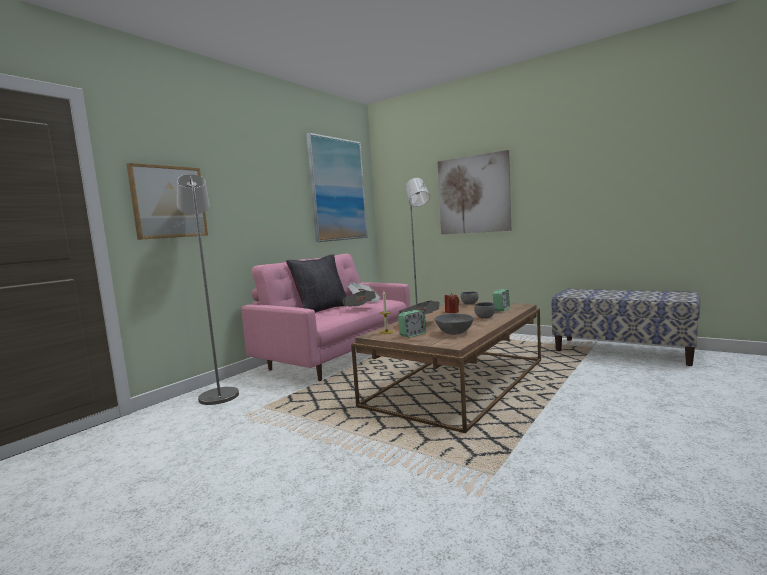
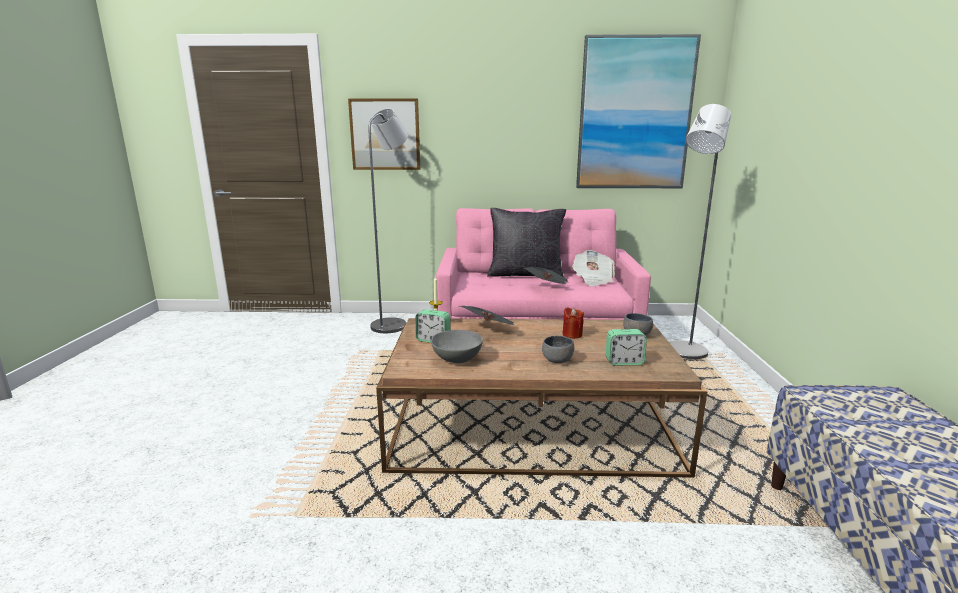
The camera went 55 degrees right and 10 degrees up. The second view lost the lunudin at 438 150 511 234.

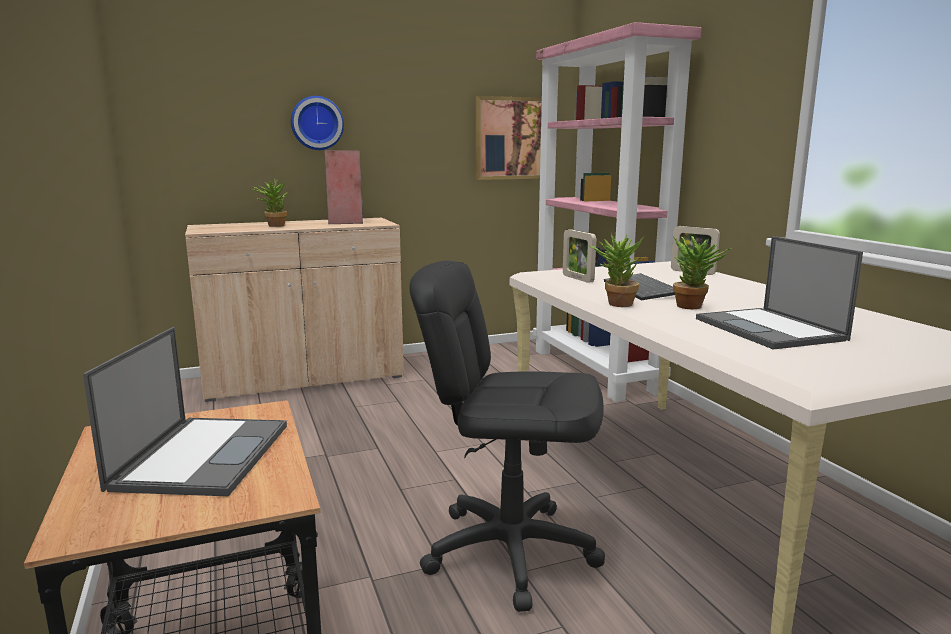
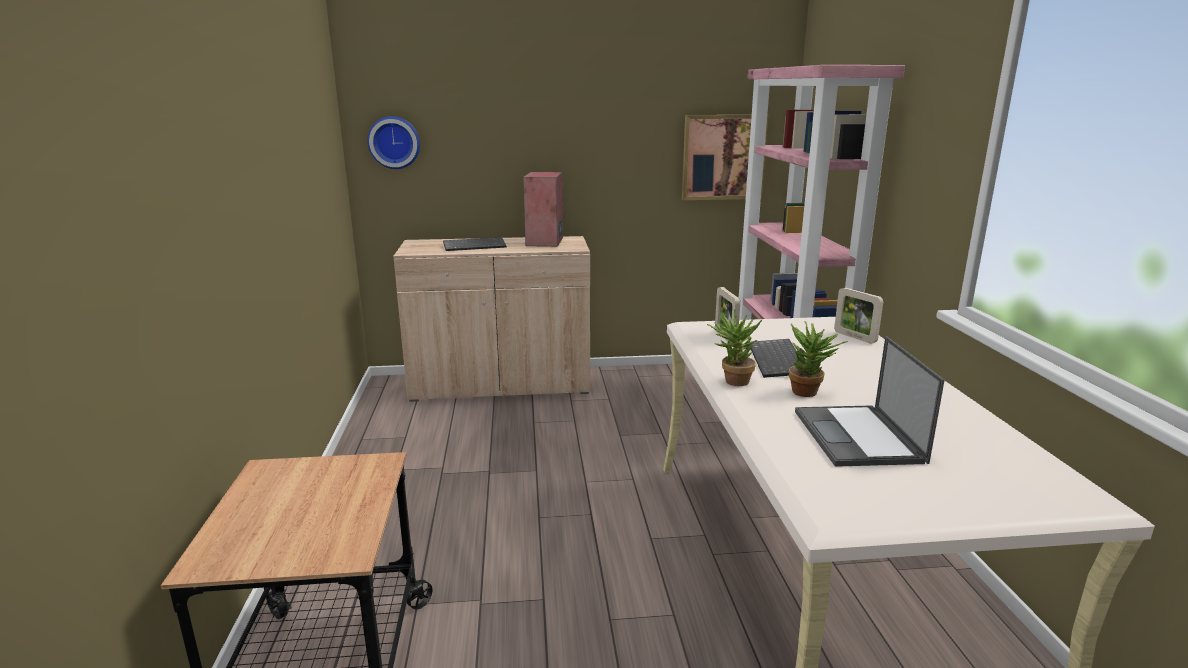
The camera went 15 degrees right and 5 degrees up. The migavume ended up elsewhere, having gone from 291 96 344 150 to 367 116 420 169. Where the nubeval stood at 253 179 287 227, the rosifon came to stand at 443 237 507 251. The second view lost the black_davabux at 409 261 605 612. The second view lost the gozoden at 83 327 287 496.

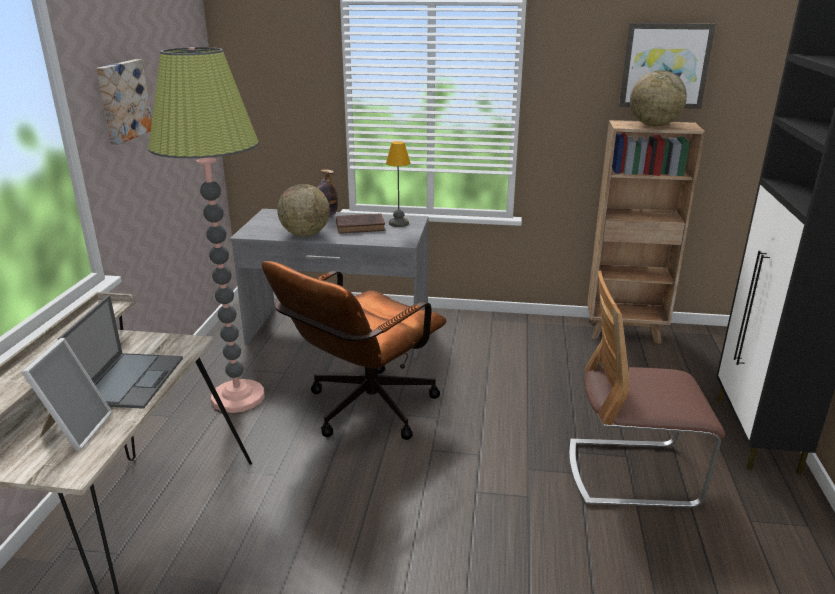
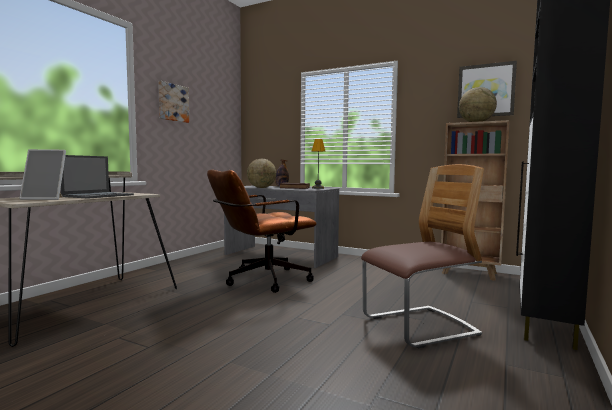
The camera went 20 degrees right and 20 degrees down. The second view lost the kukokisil at 148 47 265 413. The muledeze at 569 271 725 509 ended up facing another way, 135 degrees clockwise from before. The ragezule at 21 338 112 451 ended up facing another way, 60 degrees clockwise from before.

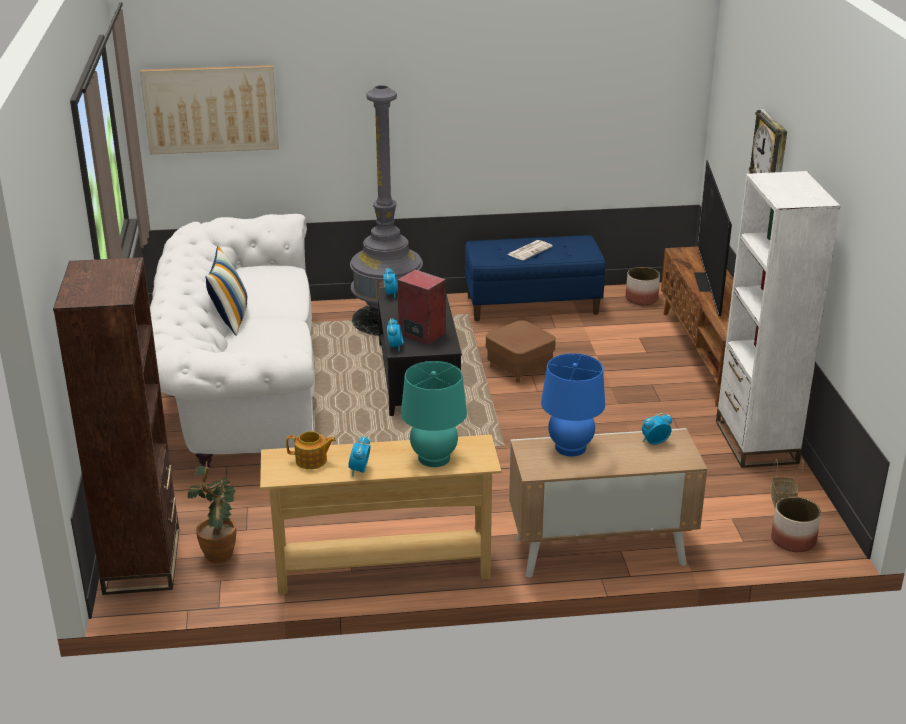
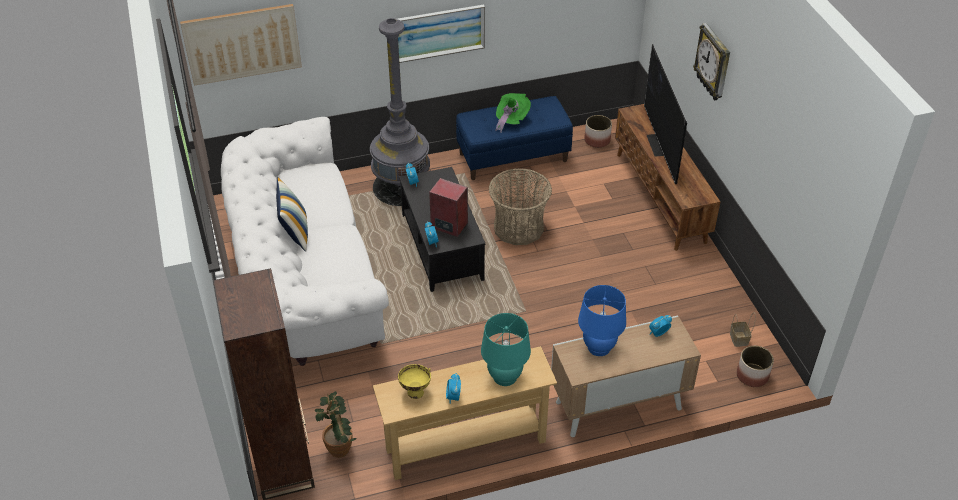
The camera went 10 degrees left and 15 degrees up. The second view lost the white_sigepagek at 716 171 841 468. Where the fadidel stood at 507 240 553 260, the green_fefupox came to stand at 495 93 531 133. Where the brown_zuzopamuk stood at 486 320 556 383, the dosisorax came to stand at 489 168 552 245. Where the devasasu stood at 286 431 336 469, the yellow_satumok came to stand at 398 364 431 399. The second view gained the lunudin at 398 4 485 63.

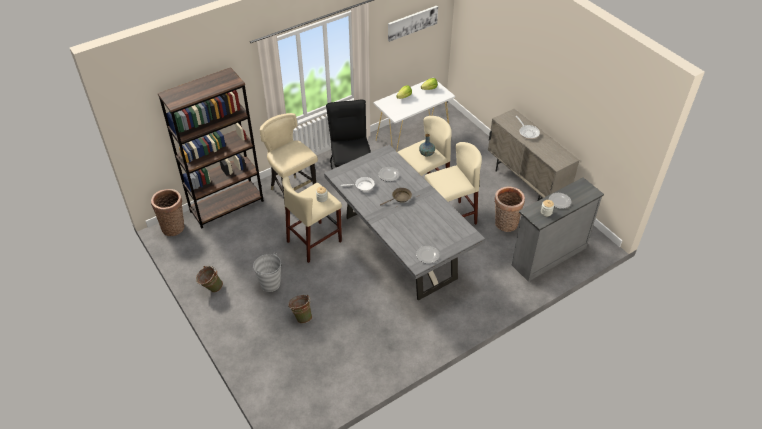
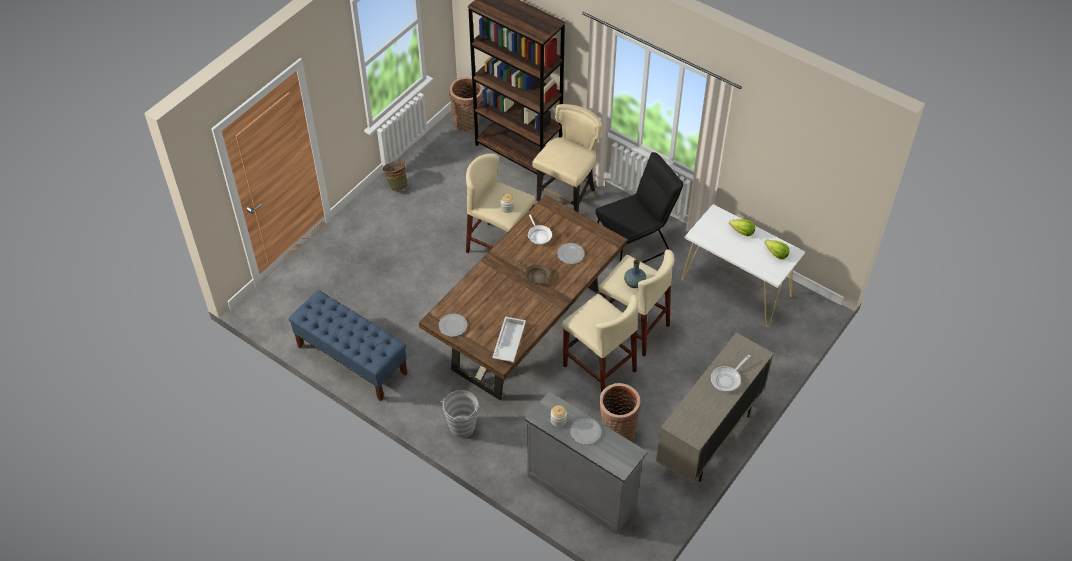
The camera went 70 degrees right and 5 degrees up. The second view lost the lunudin at 388 5 438 42. What was the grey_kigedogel at 324 145 485 301 turned into the brown_kigedogel at 419 194 628 400. The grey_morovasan ended up elsewhere, having gone from 253 253 281 292 to 441 390 480 438. The second view lost the green_morovasan at 288 294 312 324. The second view gained the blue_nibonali at 288 290 408 401. The second view gained the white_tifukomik at 492 316 526 362.

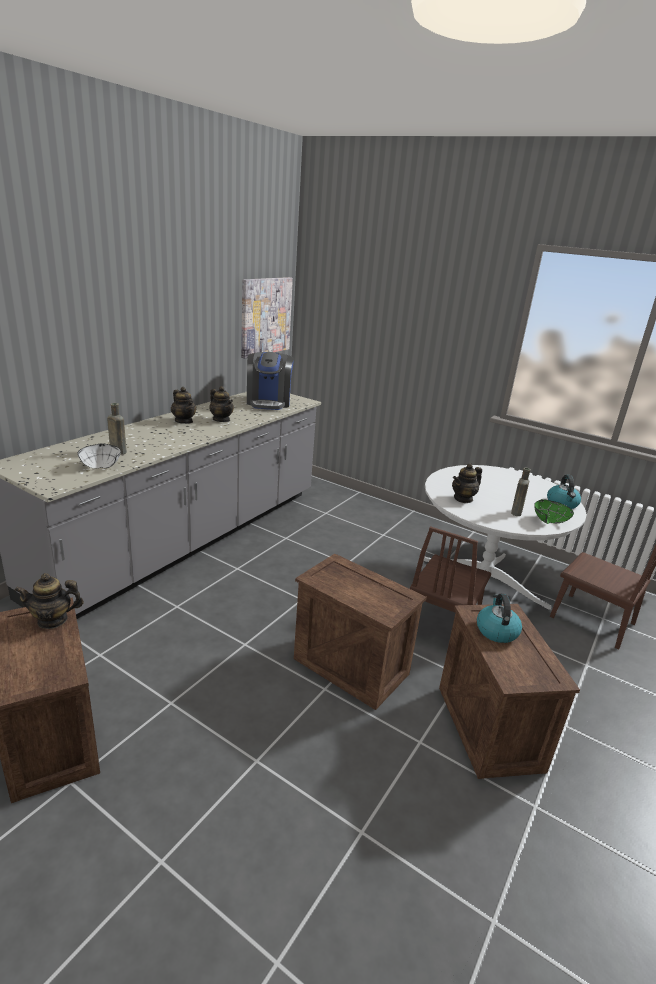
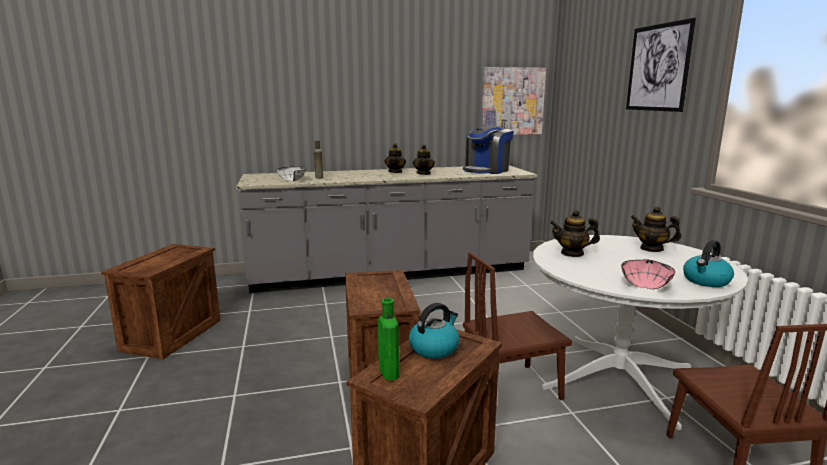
The camera went 45 degrees right and 10 degrees down. The second view lost the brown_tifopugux at 511 468 531 516. What was the green_satumok at 534 499 574 524 turned into the pink_satumok at 621 260 675 289. The devasasu ended up elsewhere, having gone from 14 573 84 629 to 631 206 681 252. The second view gained the lunudin at 626 18 696 112. The second view gained the green_tifopugux at 377 298 400 381.

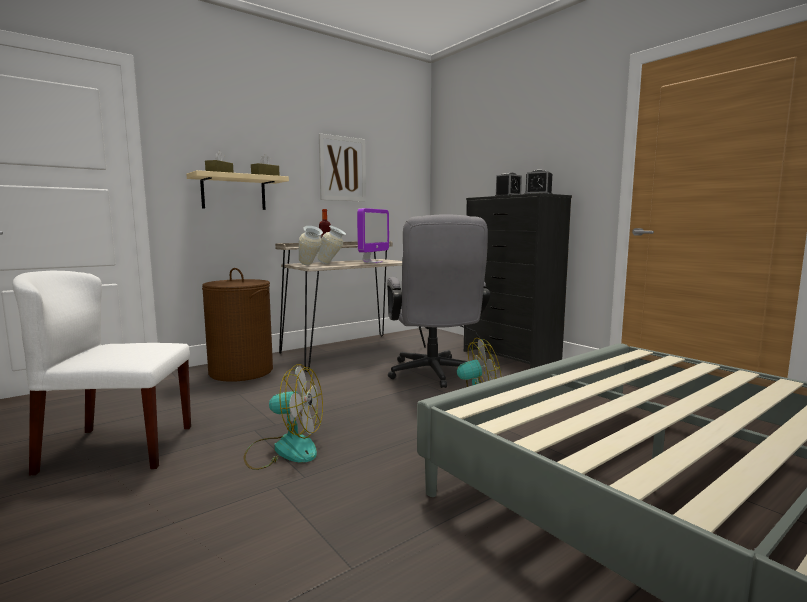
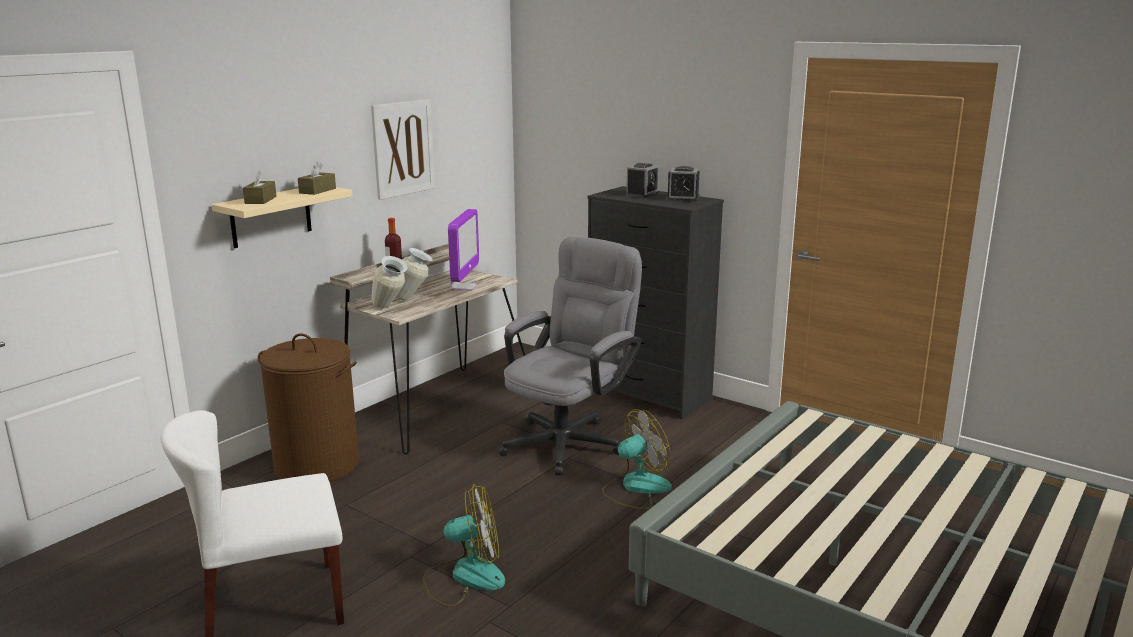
The camera went 15 degrees left and 10 degrees up. The grey_davabux at 387 215 490 388 ended up facing another way, 120 degrees counterclockwise from before.

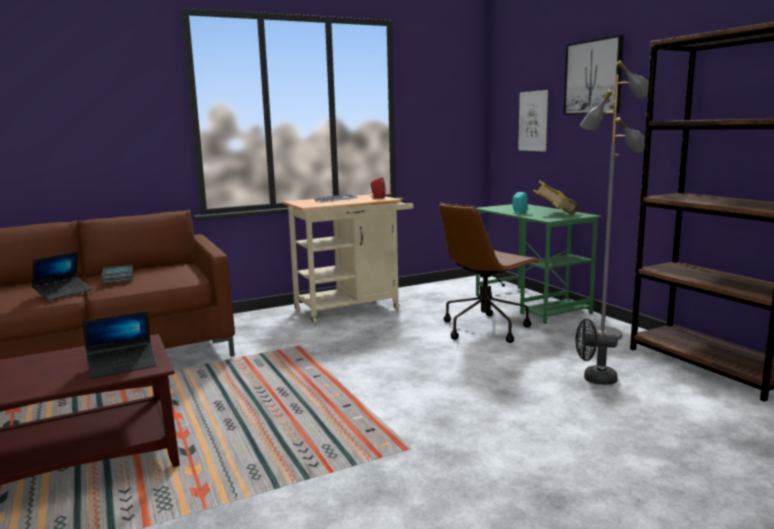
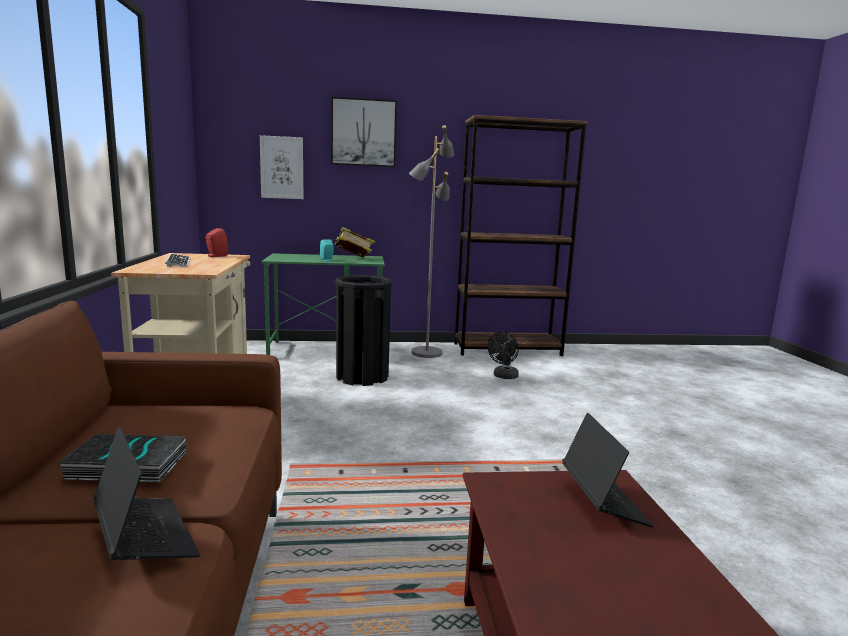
The camera went 70 degrees left and 0 degrees up. Where the brown_davabux stood at 439 203 540 343, the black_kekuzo came to stand at 335 275 392 386.

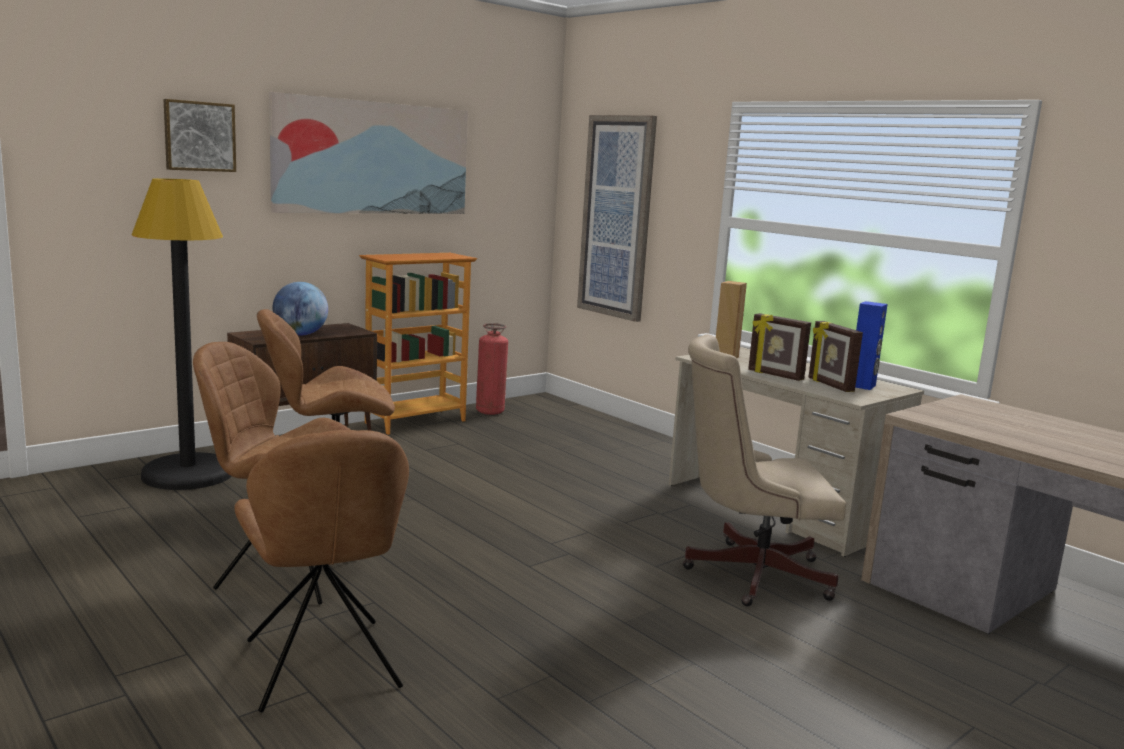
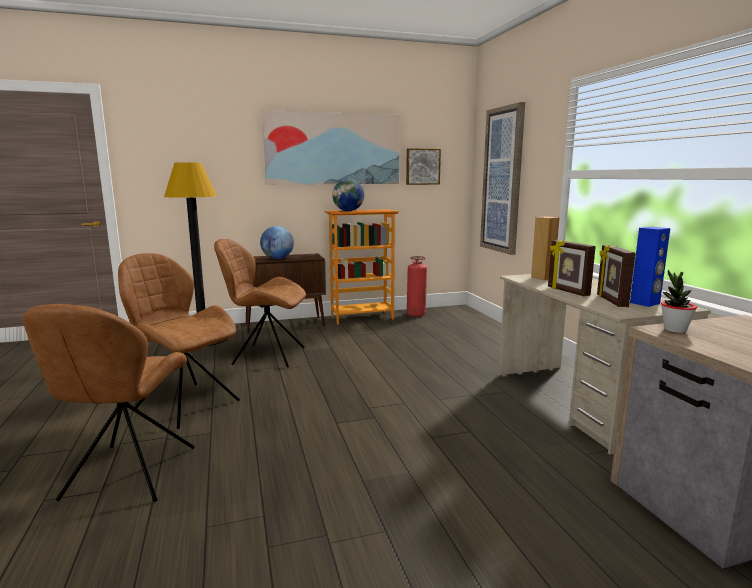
The camera went 25 degrees right and 0 degrees up. The lunudin ended up elsewhere, having gone from 163 99 236 172 to 406 148 441 185. The second view lost the beige_davabux at 683 334 846 606. The second view gained the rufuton at 332 179 364 211. The second view gained the nubeval at 661 270 697 333.

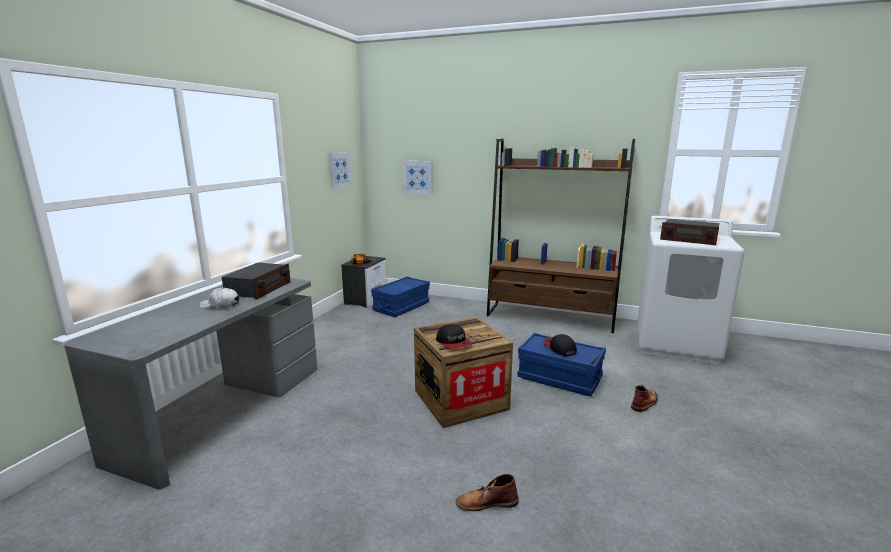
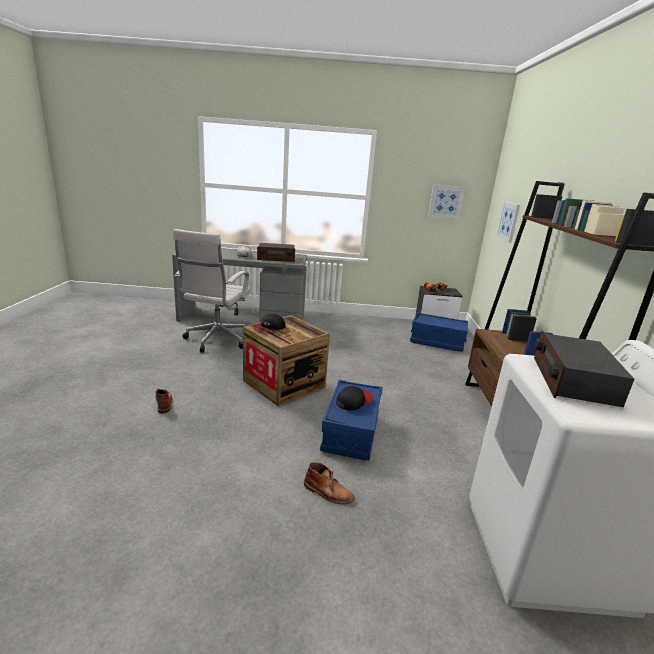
The camera went 70 degrees right and 5 degrees up. The second view gained the white_davabux at 173 229 251 353.

